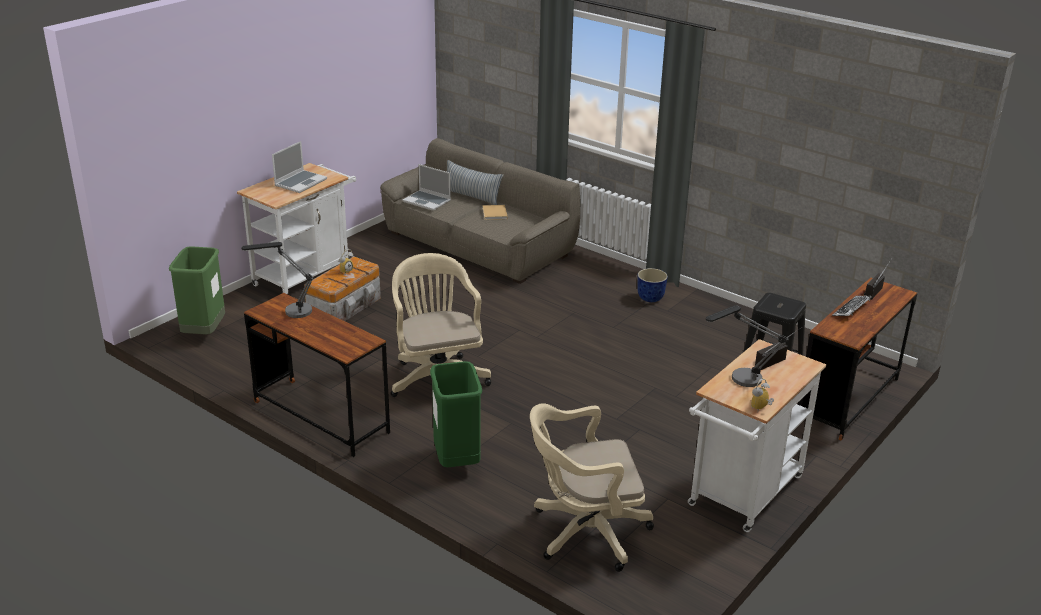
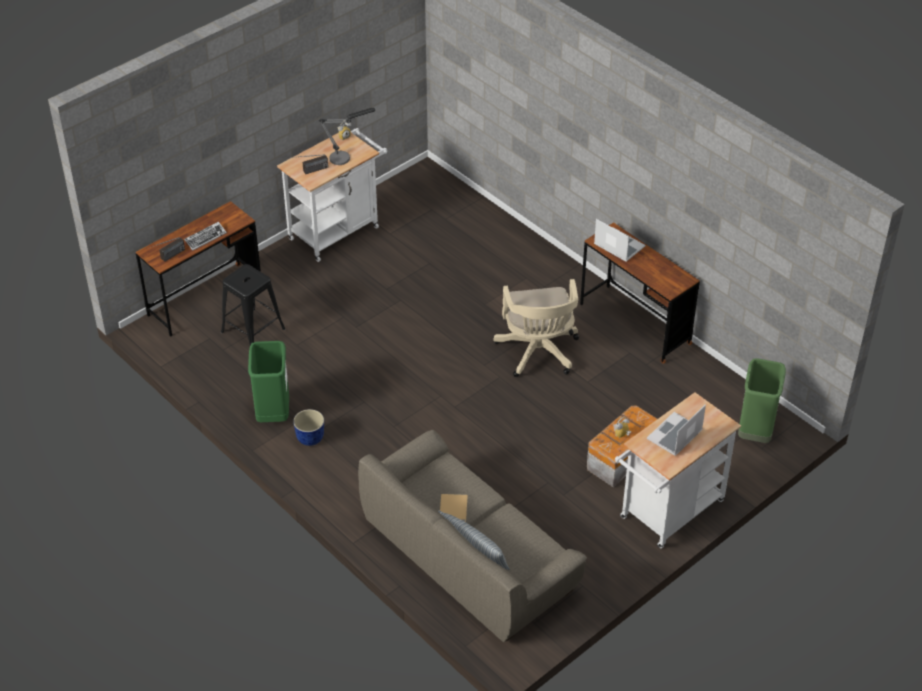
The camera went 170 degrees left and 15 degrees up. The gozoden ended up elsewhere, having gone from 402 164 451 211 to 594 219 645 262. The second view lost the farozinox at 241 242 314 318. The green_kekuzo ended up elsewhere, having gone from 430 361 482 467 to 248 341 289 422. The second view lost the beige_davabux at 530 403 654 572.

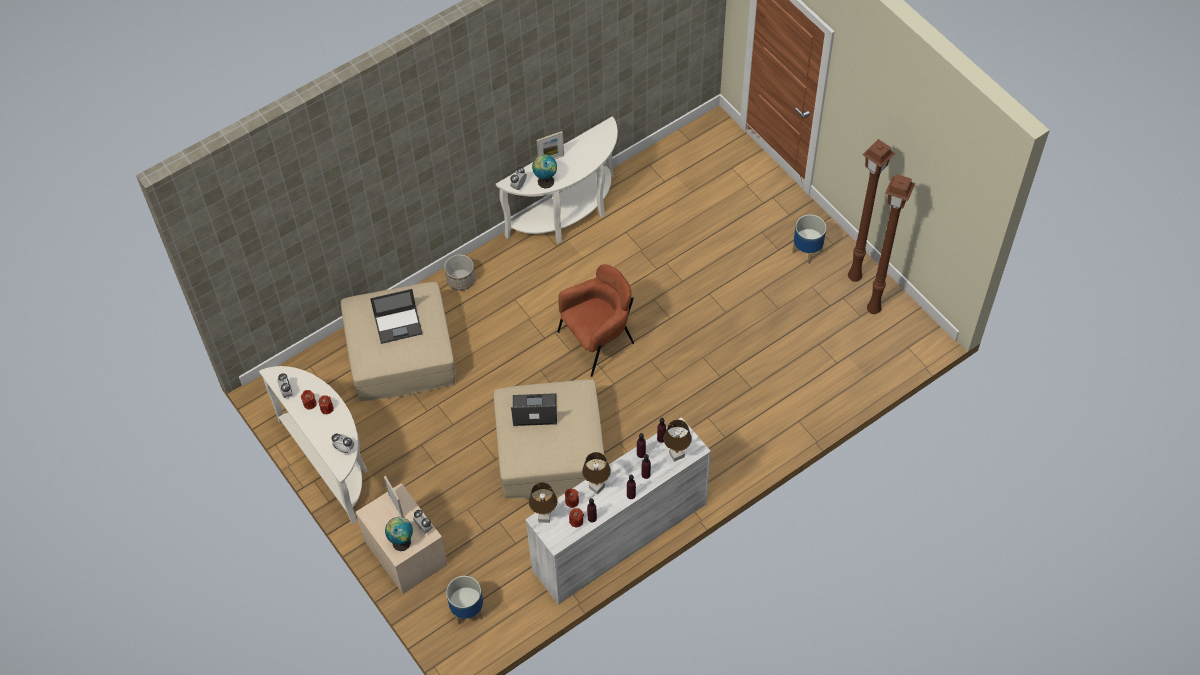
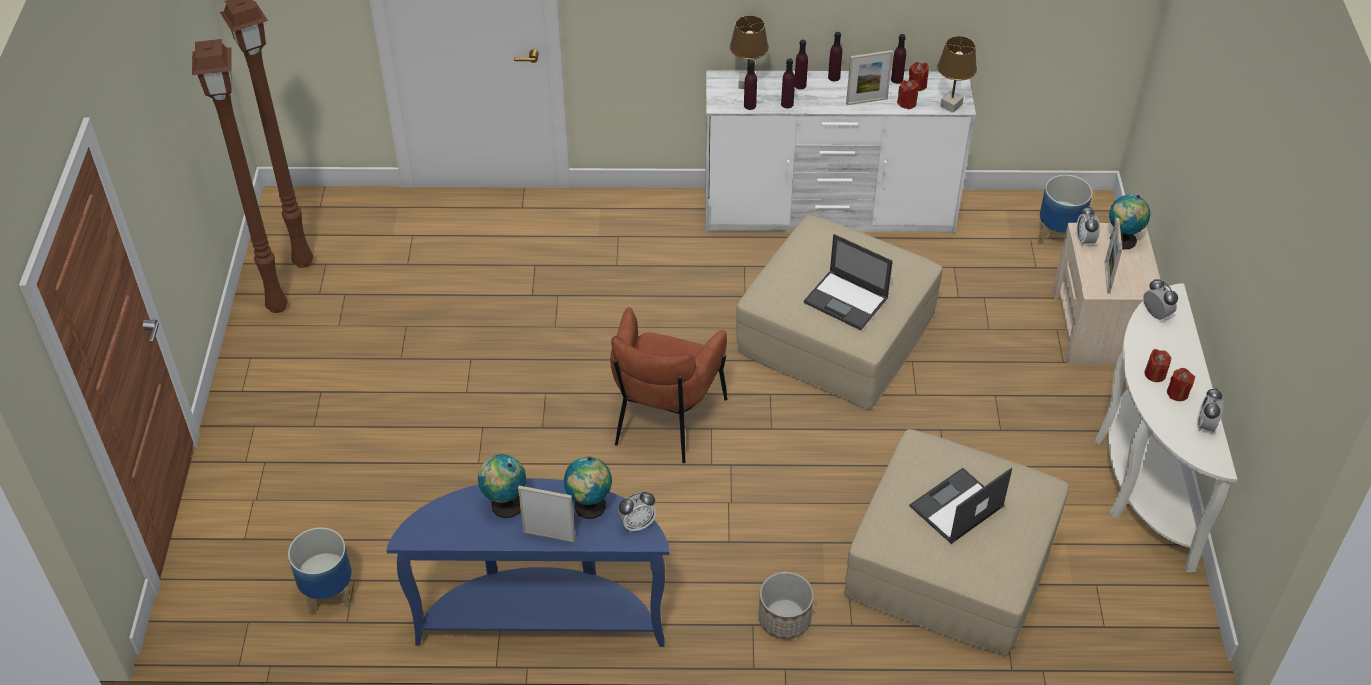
The camera went 145 degrees left and 10 degrees down. What was the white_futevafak at 496 117 618 243 turned into the blue_futevafak at 387 478 670 647. The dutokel ended up elsewhere, having gone from 792 215 826 264 to 288 527 352 615. The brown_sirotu at 557 264 634 377 ended up facing another way, 75 degrees counterclockwise from before. The gozoden at 370 289 423 344 ended up facing another way, 60 degrees counterclockwise from before. Where the brown_farozinox stood at 582 452 611 495, the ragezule came to stand at 846 50 893 105. The second view gained the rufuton at 478 454 526 518.

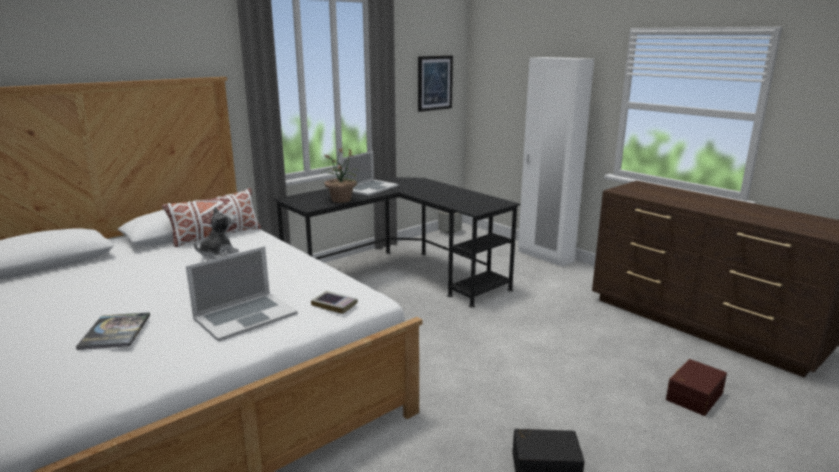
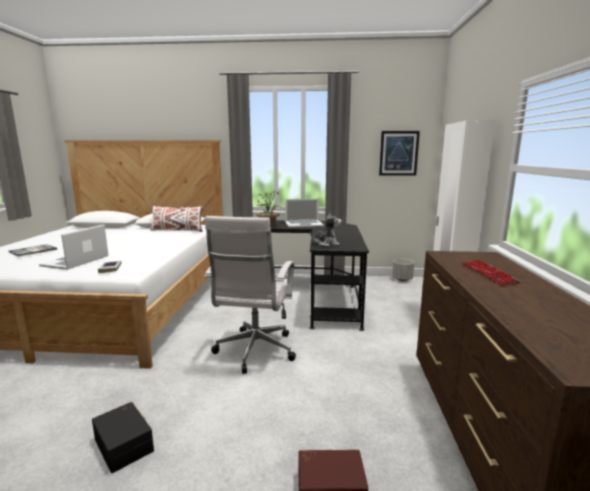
The camera went 45 degrees right and 5 degrees down. The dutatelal ended up elsewhere, having gone from 194 207 239 259 to 310 211 342 246. The gozoden at 186 246 298 342 ended up facing another way, 105 degrees clockwise from before. The second view gained the white_davabux at 204 216 296 374. The second view gained the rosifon at 462 260 521 286.

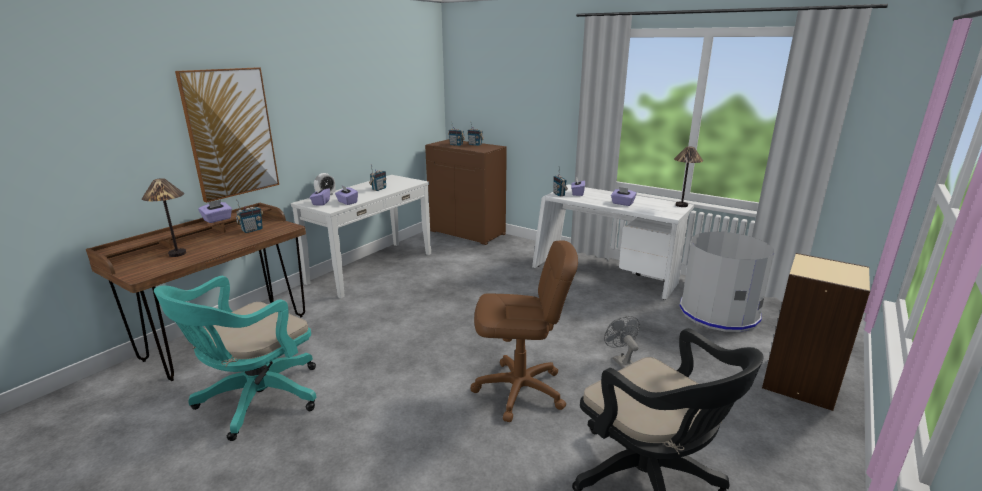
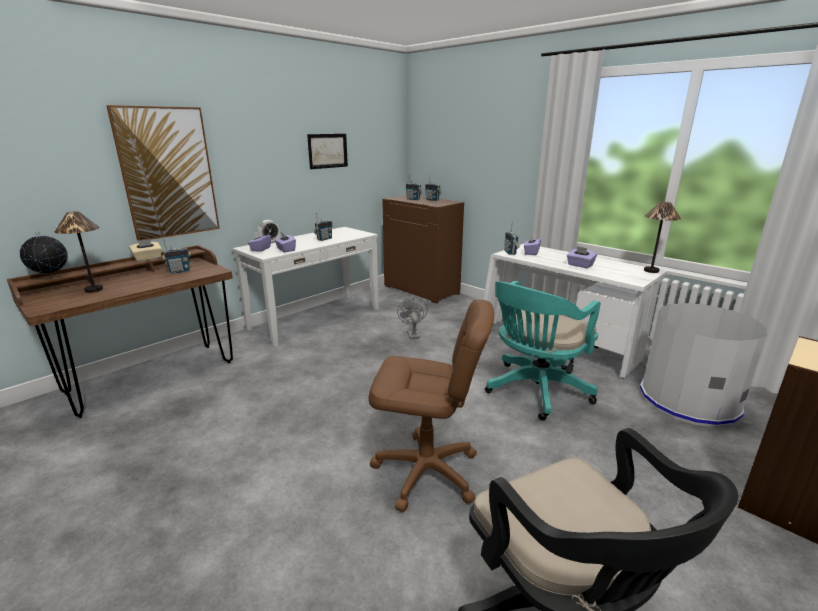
The camera went 10 degrees right and 0 degrees up. What was the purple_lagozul at 198 200 232 223 turned into the beige_lagozul at 129 239 162 262. The turquoise_davabux ended up elsewhere, having gone from 154 276 317 441 to 485 281 600 421. The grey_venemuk ended up elsewhere, having gone from 604 316 640 368 to 397 298 428 339. The second view gained the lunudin at 307 134 348 169. The second view gained the rufuton at 20 232 68 278.

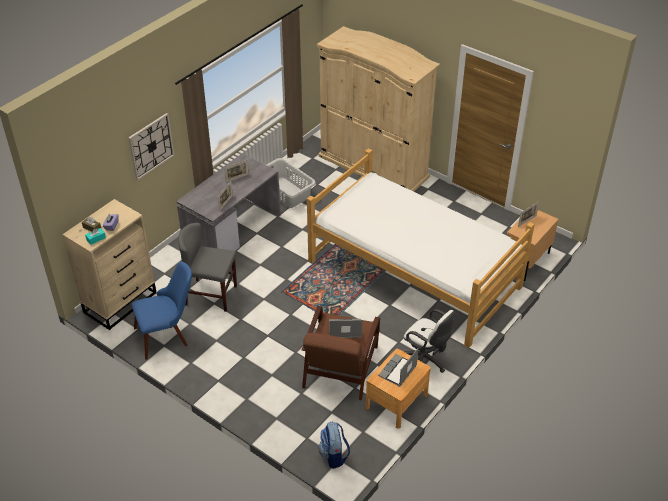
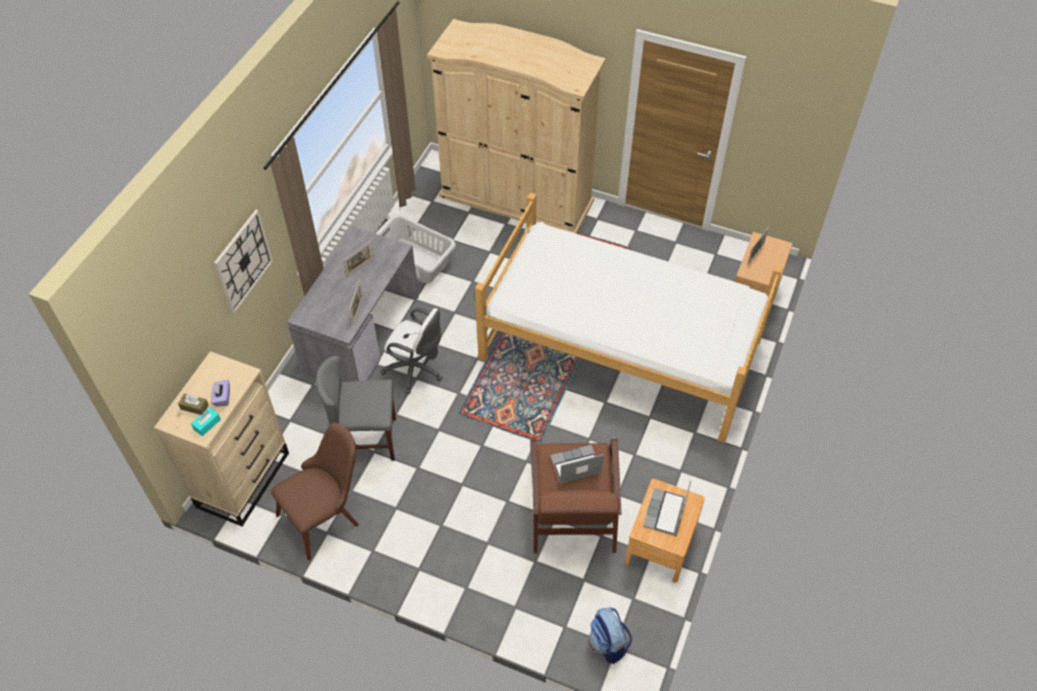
The camera went 15 degrees left and 10 degrees up. What was the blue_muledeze at 132 261 192 360 turned into the brown_muledeze at 271 423 359 561. The white_davabux ended up elsewhere, having gone from 404 309 455 373 to 380 308 443 394.

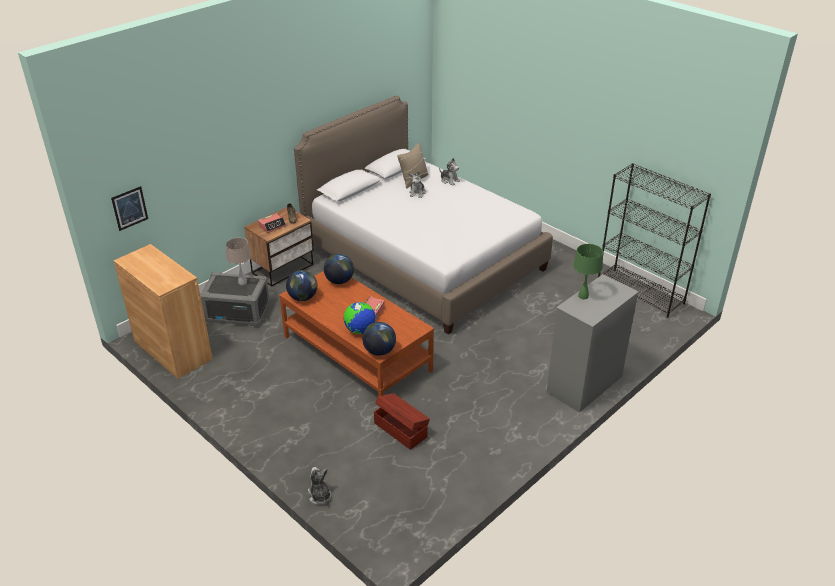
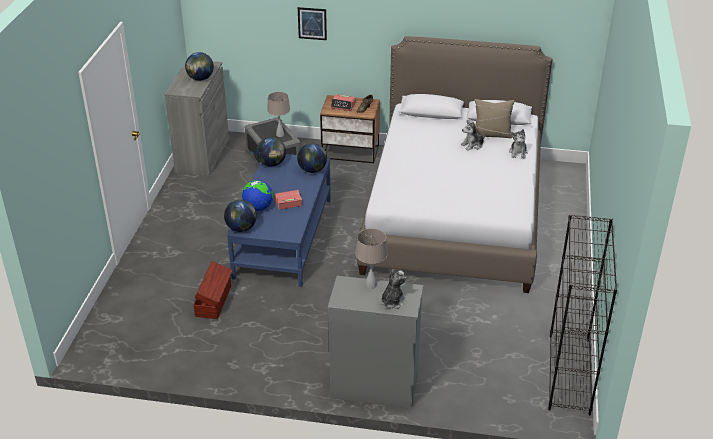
The camera went 55 degrees right and 0 degrees up. The lunudin ended up elsewhere, having gone from 111 186 148 231 to 298 7 327 40. What was the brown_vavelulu at 114 244 213 379 turned into the grey_vavelulu at 165 61 229 176. What was the green_farozinox at 573 244 603 299 turned into the beige_farozinox at 355 228 388 289. What was the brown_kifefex at 279 271 434 396 turned into the blue_kifefex at 227 154 331 287. The dutatelal ended up elsewhere, having gone from 308 467 332 505 to 380 269 406 309. The second view gained the rufuton at 185 52 214 81.

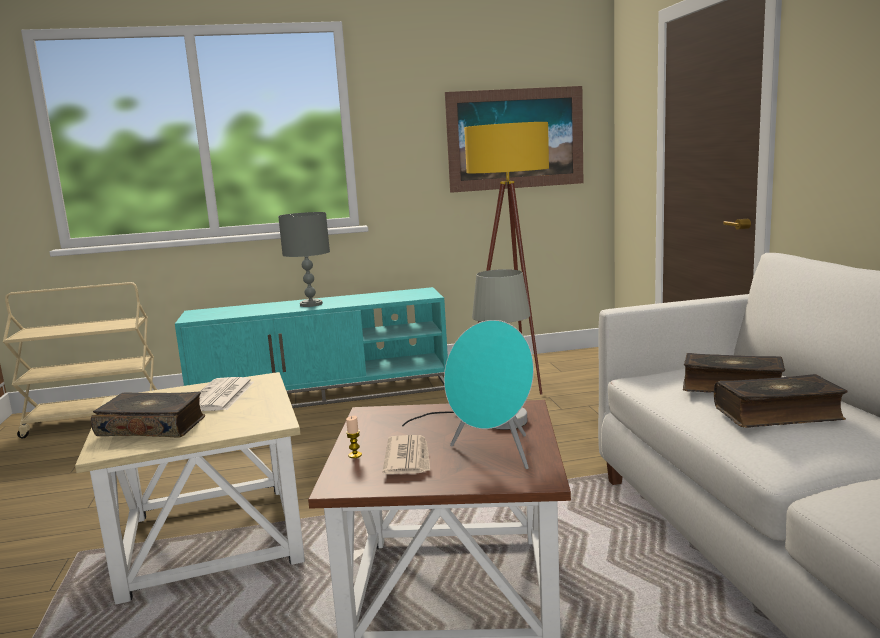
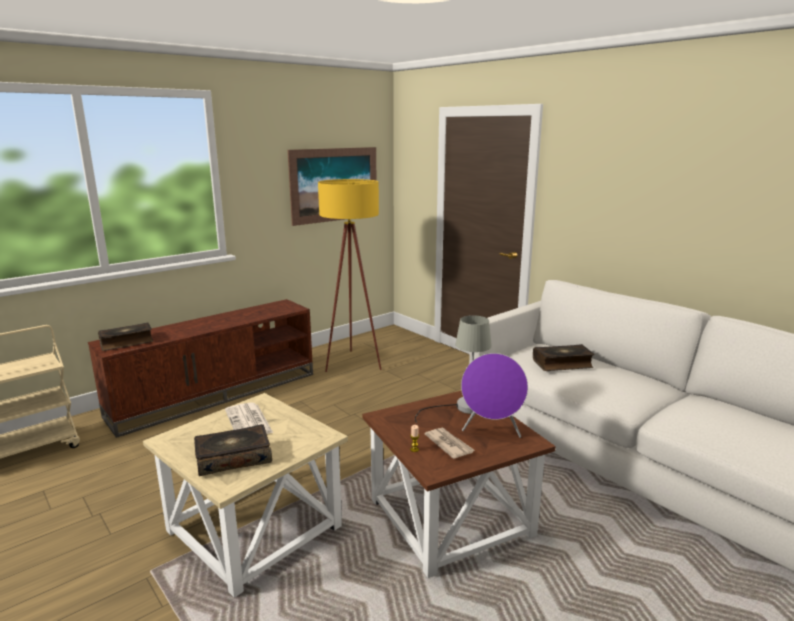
The camera went 30 degrees left and 5 degrees up. The second view lost the grey_farozinox at 278 212 330 307. What was the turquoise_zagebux at 175 287 448 408 turned into the brown_zagebux at 88 299 313 438. What was the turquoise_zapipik at 444 320 534 469 turned into the purple_zapipik at 461 353 528 438. The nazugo ended up elsewhere, having gone from 714 374 848 428 to 98 323 153 351.

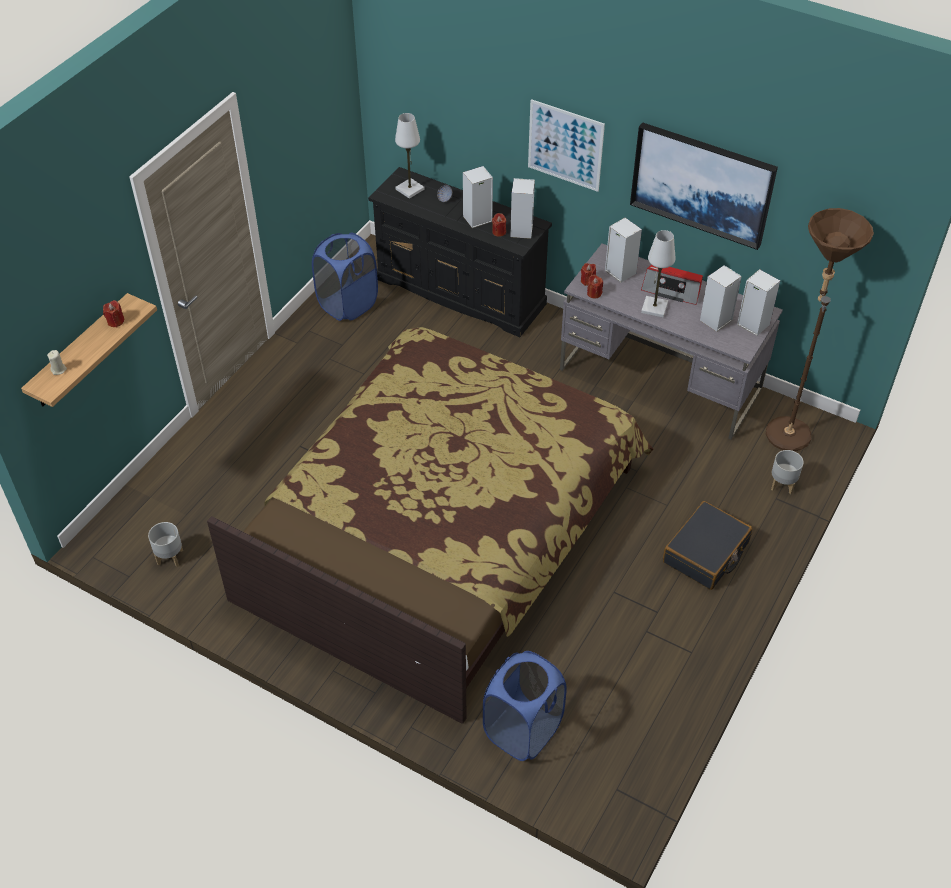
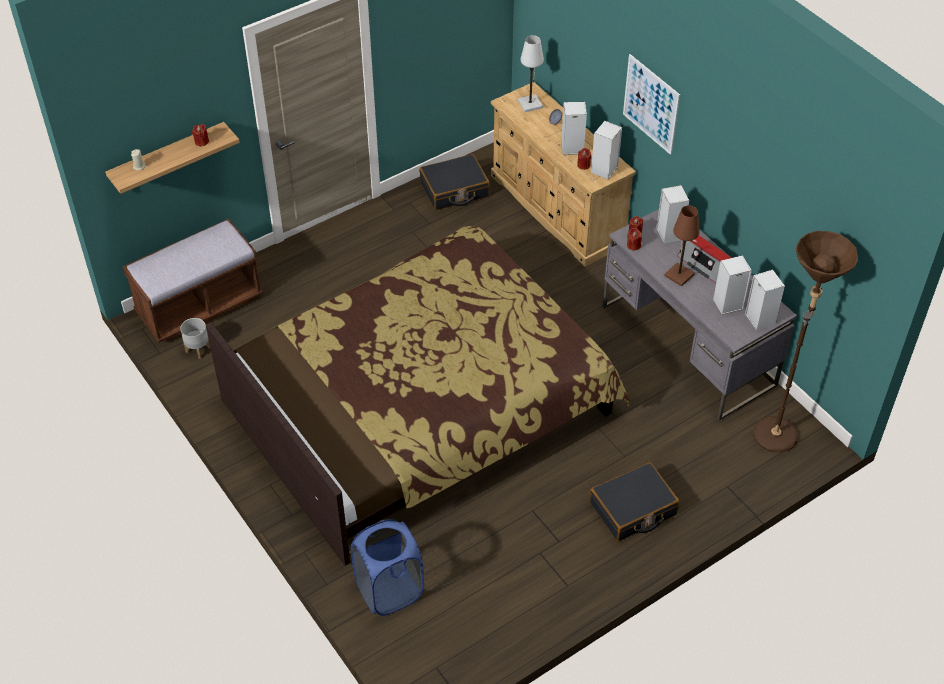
The camera went 25 degrees right and 0 degrees up. The second view lost the lunudin at 630 122 778 250. What was the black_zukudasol at 368 167 552 337 turned into the beige_zukudasol at 491 82 636 267. What was the white_farozinox at 641 230 676 317 turned into the brown_farozinox at 664 206 700 286. Where the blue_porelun stood at 312 233 378 321, the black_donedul came to stand at 419 154 490 210. The second view lost the grey_dutokel at 771 450 804 494. The second view gained the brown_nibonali at 123 219 263 342.

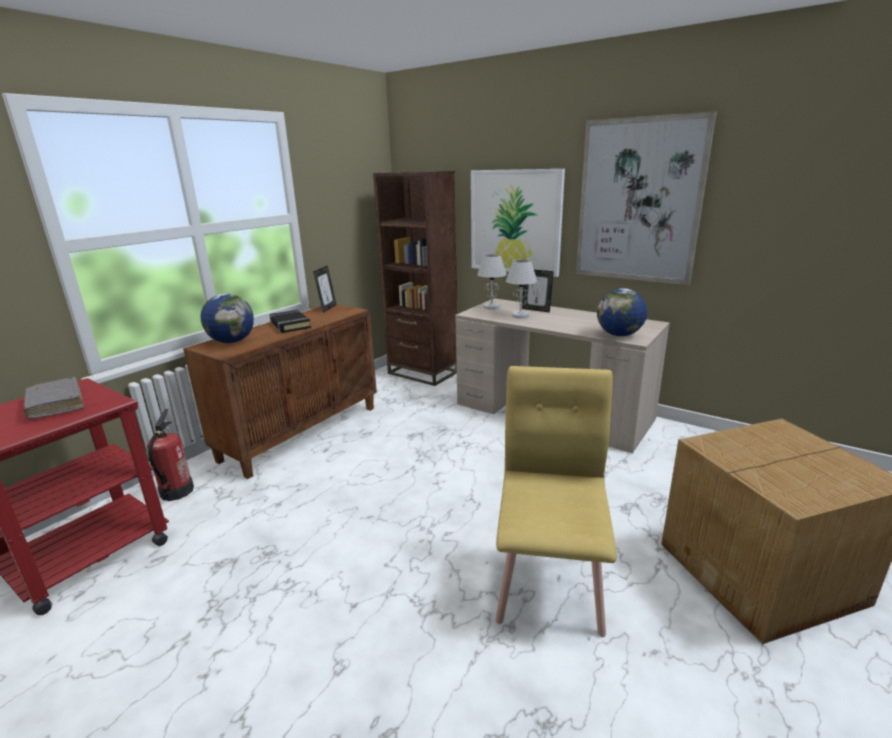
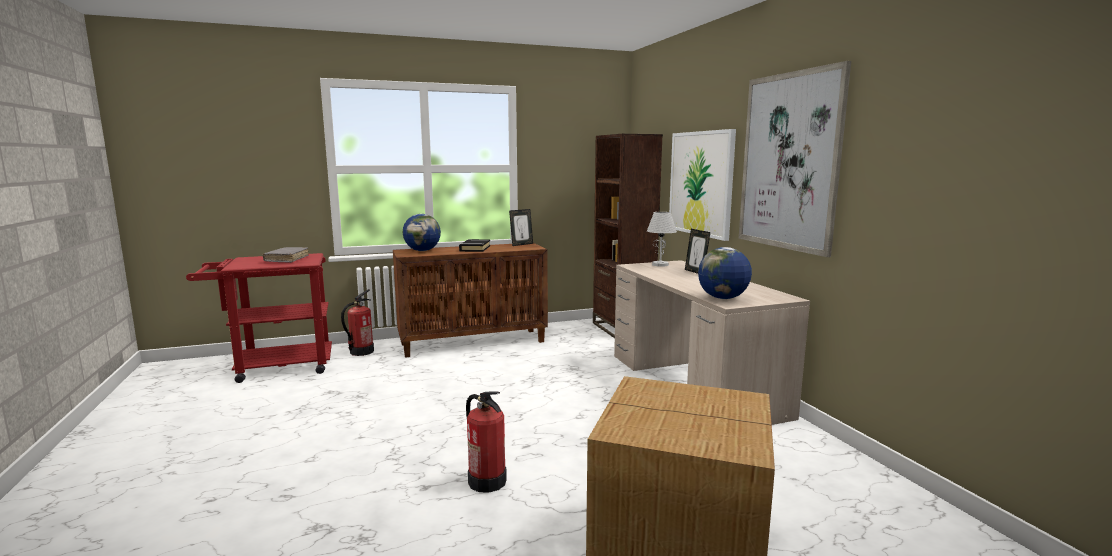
The camera went 35 degrees right and 10 degrees down. The second view lost the white_farozinox at 506 259 537 319. Where the yellow_muledeze stood at 495 366 617 637, the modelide came to stand at 466 391 507 493.

